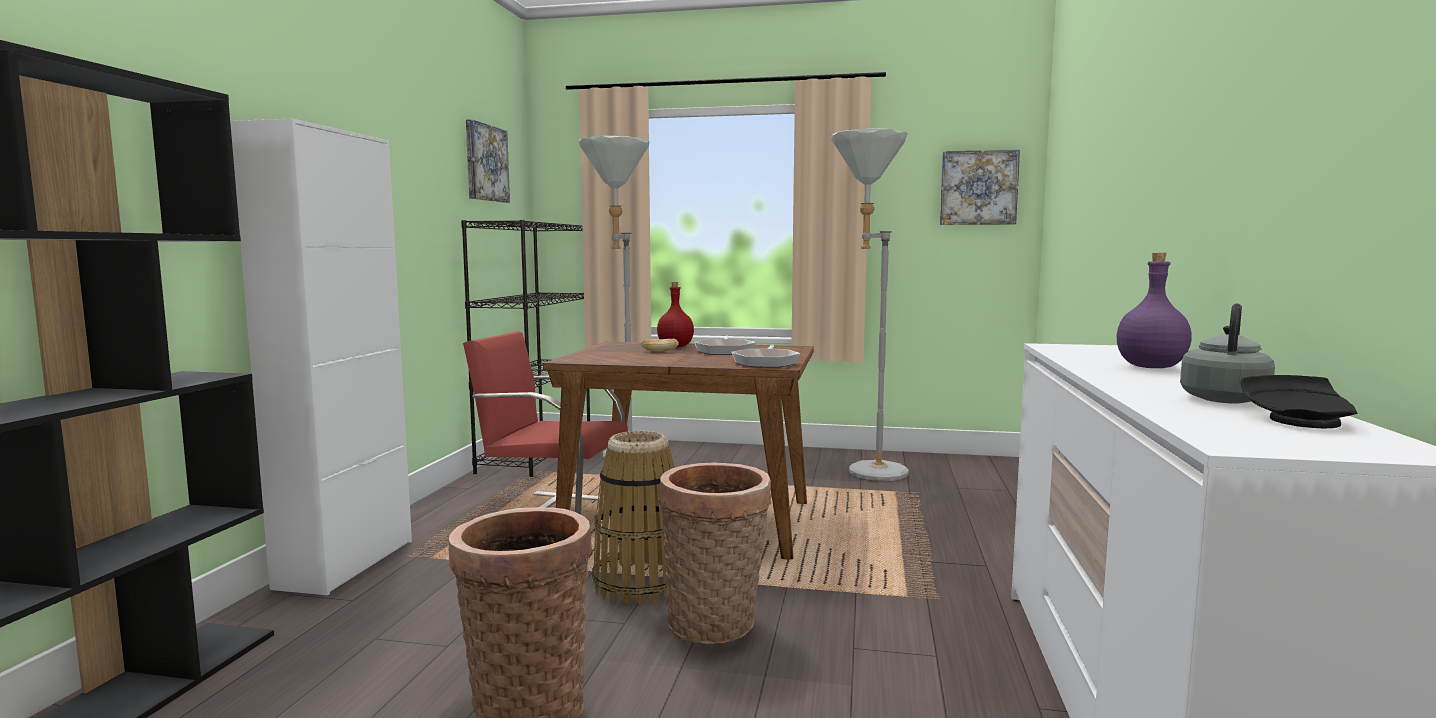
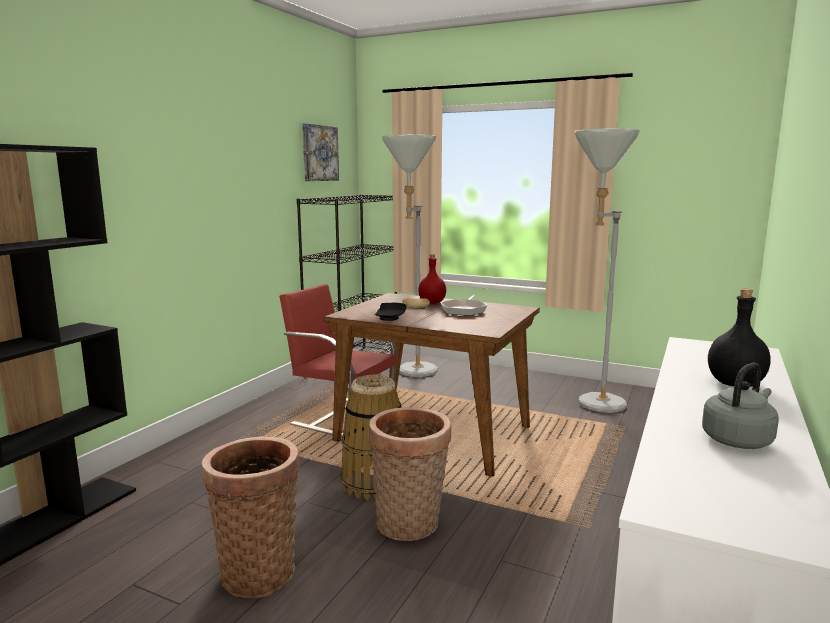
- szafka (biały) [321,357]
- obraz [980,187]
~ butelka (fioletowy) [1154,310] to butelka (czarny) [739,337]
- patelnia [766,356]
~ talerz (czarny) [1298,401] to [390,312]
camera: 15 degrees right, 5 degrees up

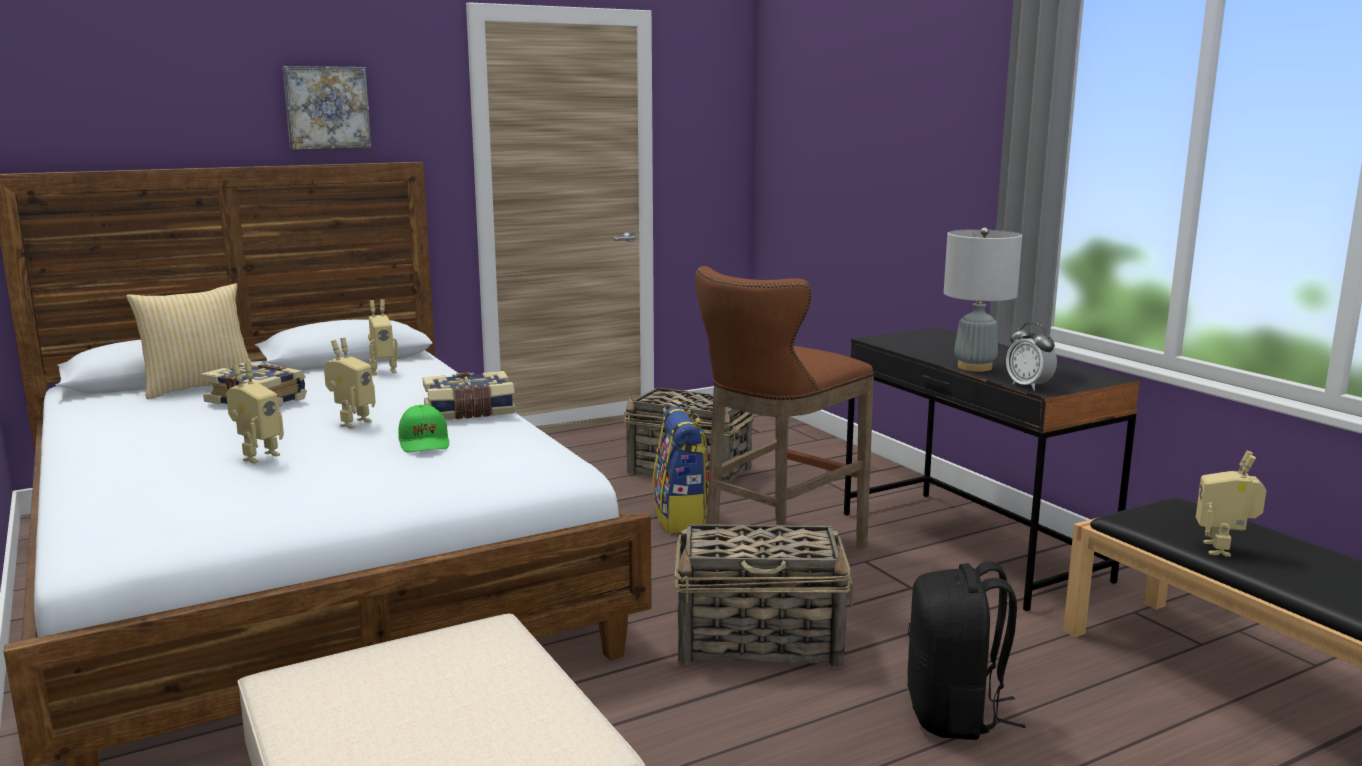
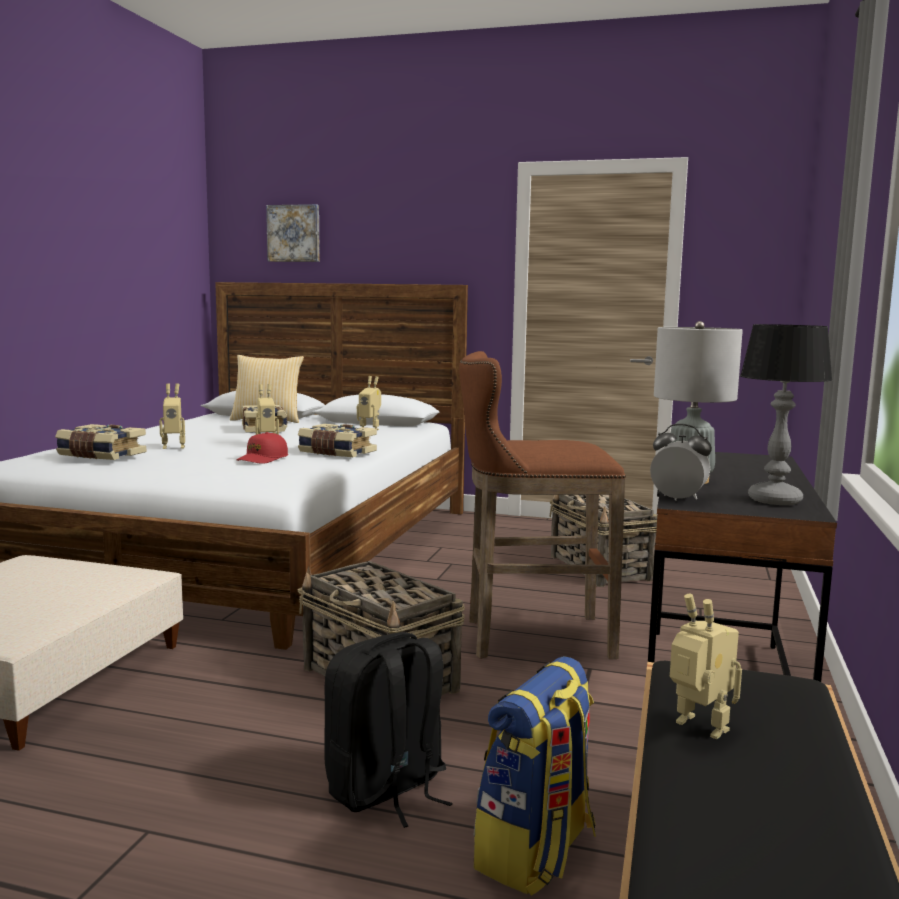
~ obraz [327,107] to [293,233]
~ budzik [1031,356] = [681,462] 105 degrees clockwise
~ czapka z daszkiem (zielony) [423,428] to czapka z daszkiem (czerwony) [262,448]
~ plecak [680,469] to [534,776]
~ robot zabawkowy [1231,504] = [706,666] 75 degrees clockwise
+ lampa stołowa [786,414]
+ książka [101,442]
camera: 45 degrees right, 5 degrees down

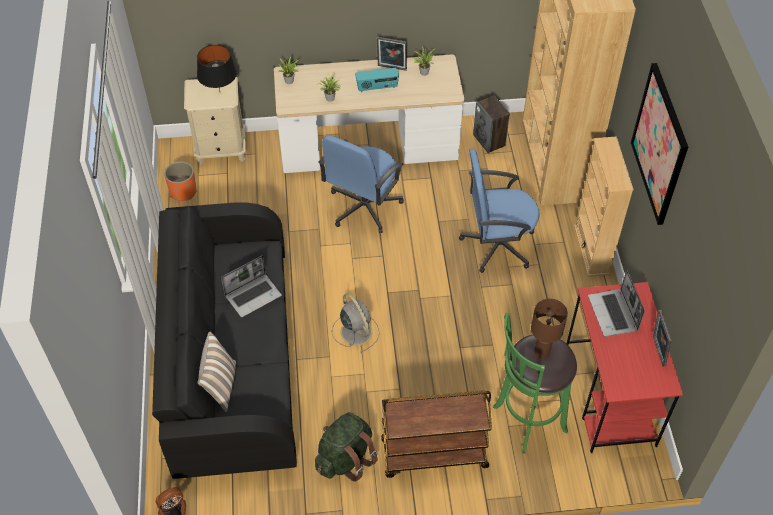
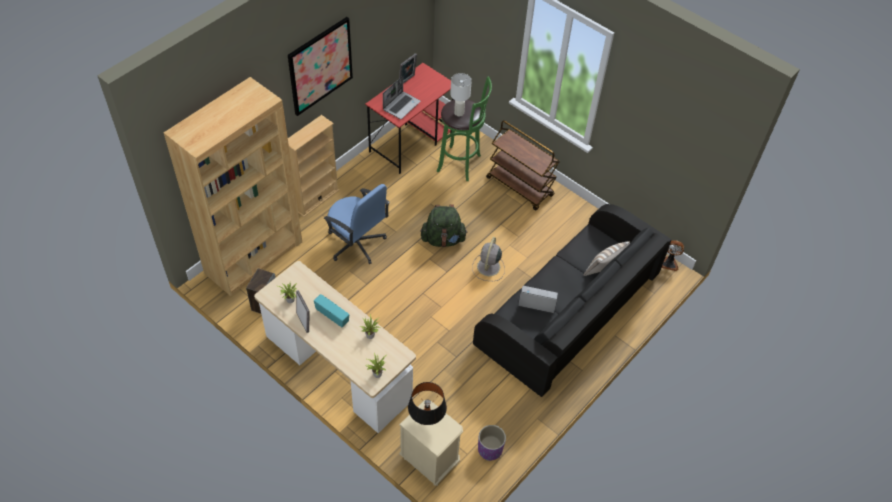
- krzesło biurowe (niebieski) [361,184]
~ donica (pomarańczowy) [180,181] to donica (fioletowy) [492,443]
~ lampa stołowa (brązowy) [549,328] to lampa stołowa (biały) [461,94]
~ plecak (zielony) [346,447] to [444,225]
camera: 135 degrees left, 0 degrees up

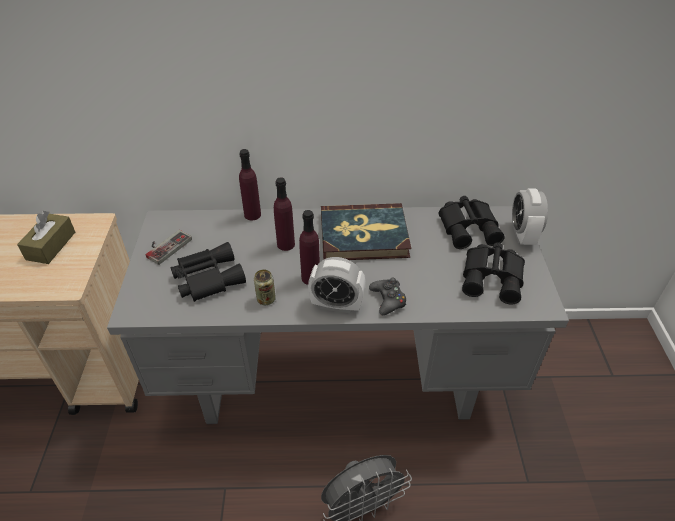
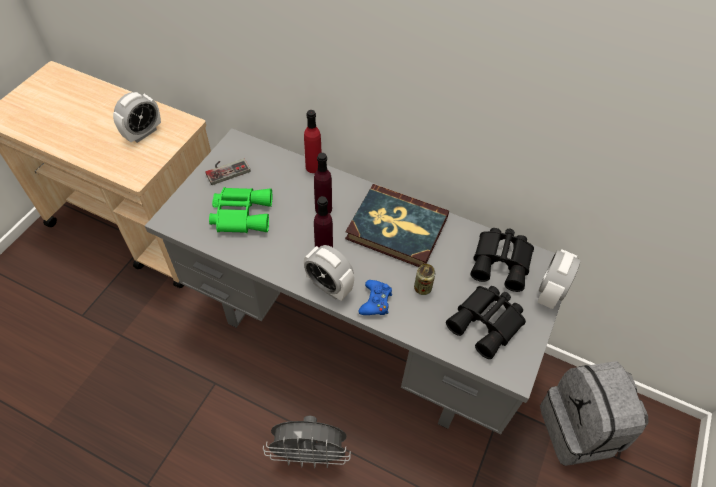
~ butelka (fioletowy) [250,184] to butelka (czerwony) [312,141]
~ pudełko chusteczek (brązowy) [46,237] to budzik [137,117]
~ lornetka (czarny) [208,272] to lornetka (zielony) [240,210]
~ puszka [265,287] to [424,279]
~ pad do gier (czarny) [387,296] to pad do gier (niebieski) [375,297]
+ plecak (szary) [594,413]
camera: 25 degrees right, 10 degrees up

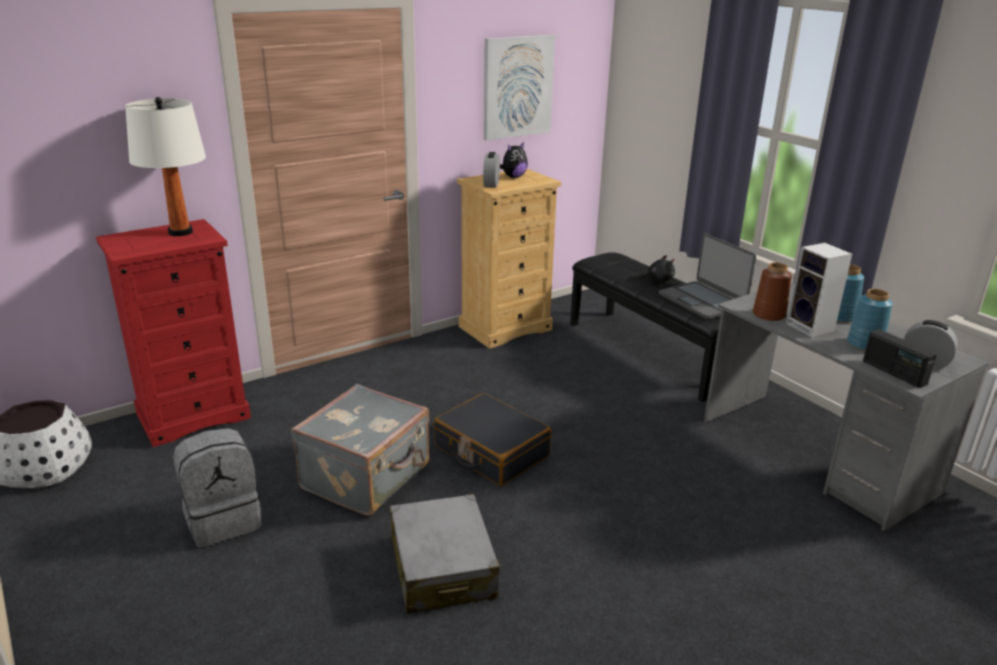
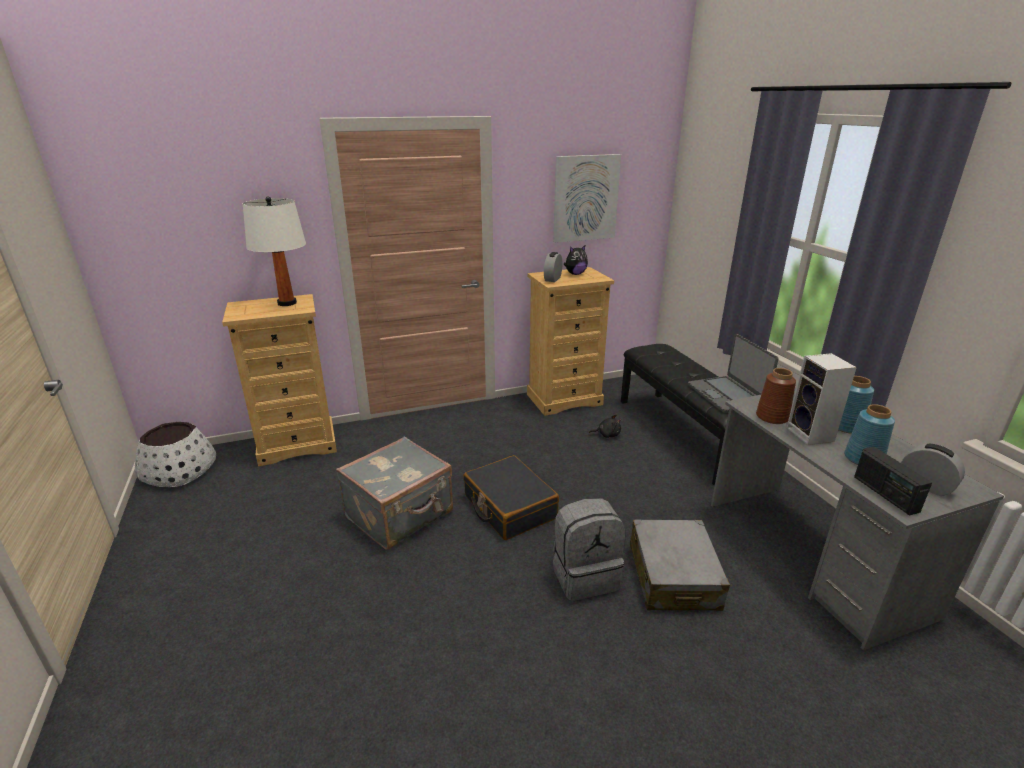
~ komoda (czerwony) [173,333] to komoda (beżowy) [279,380]
~ pluszak (czarny) [656,268] to [605,426]
~ plecak (szary) [217,488] to [589,549]
~ walizka (szary) [445,554] to [680,565]
camera: 15 degrees right, 0 degrees up

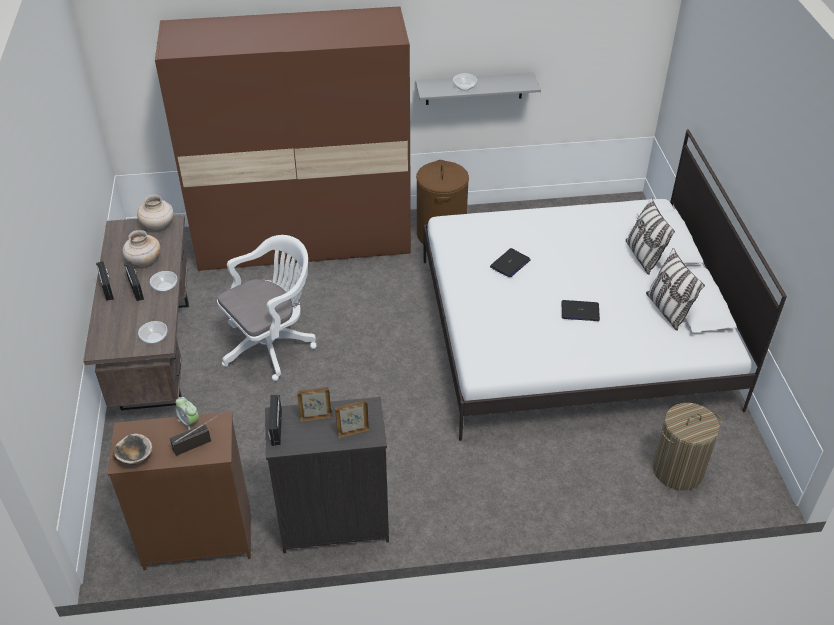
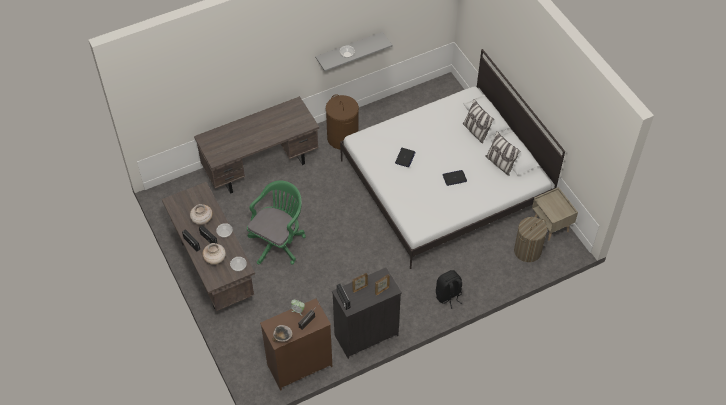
~ szafa (brązowy) [283,138] to biurko (brązowy) [256,145]
~ wazon (beżowy) [155,212] to [214,254]
~ krzesło biurowe (biały) [267,308] to krzesło biurowe (zielony) [276,222]
+ szafka nocna (beżowy) [555,214]
+ plecak (czarny) [449,289]
camera: 20 degrees left, 10 degrees up

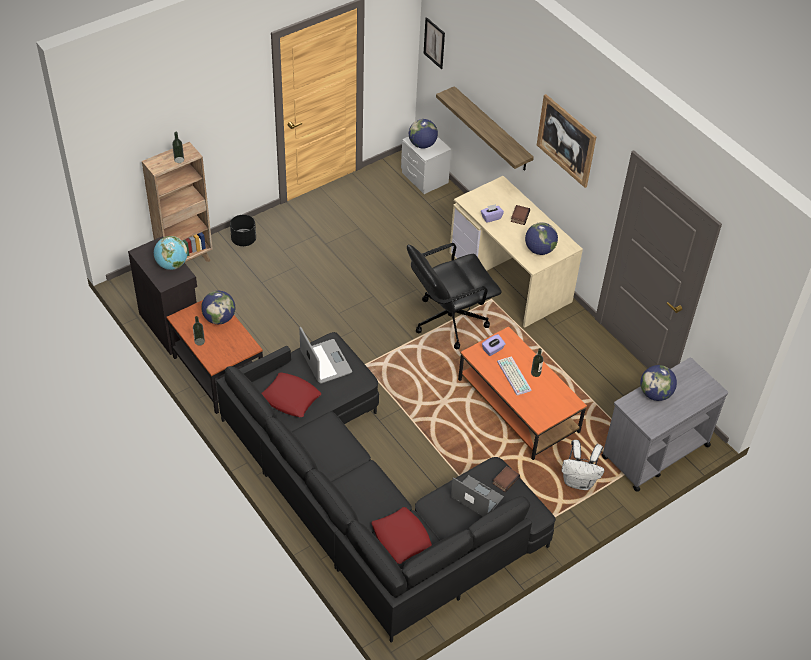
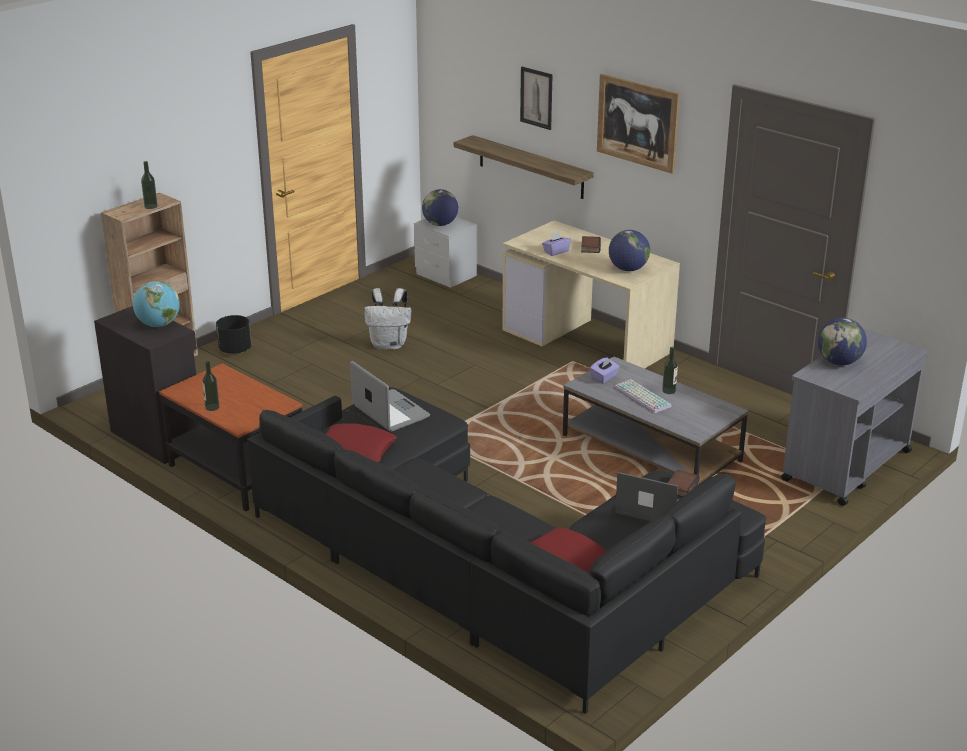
~ obraz [434,43] to [536,98]
- krzesło biurowe (czarny) [454,296]
- globus [218,307]
~ ława (pomarańczowy) [522,393] to ława (szary) [656,421]
~ plecak (biały) [582,465] to [387,319]
camera: 10 degrees left, 20 degrees down

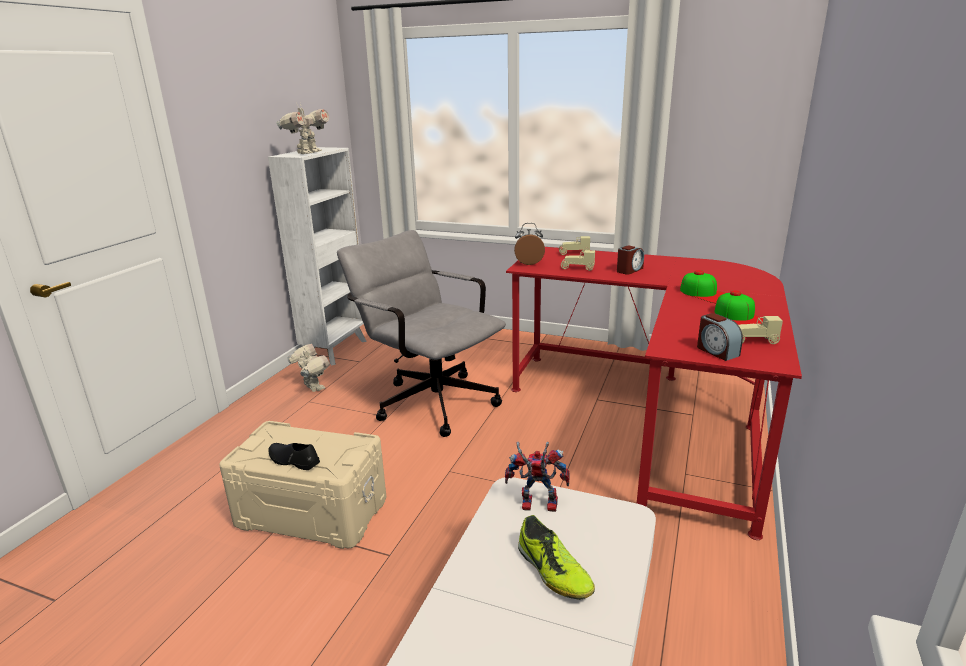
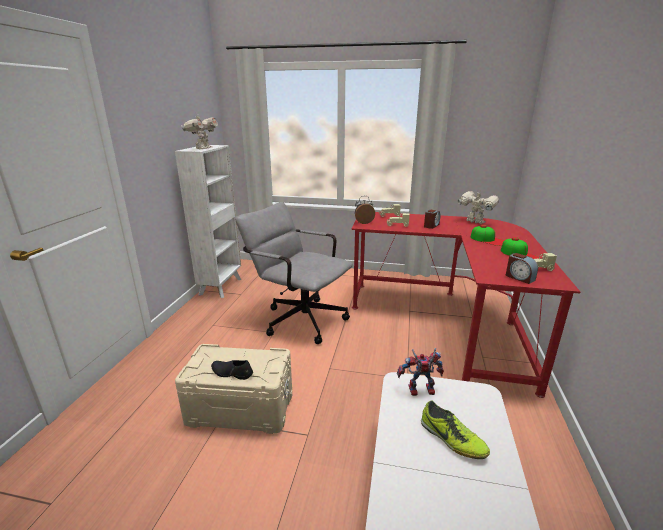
~ robot zabawkowy [308,368] to [478,207]
camera: 10 degrees left, 0 degrees up

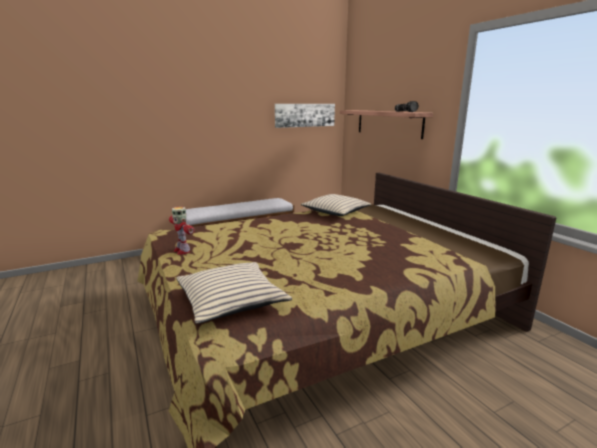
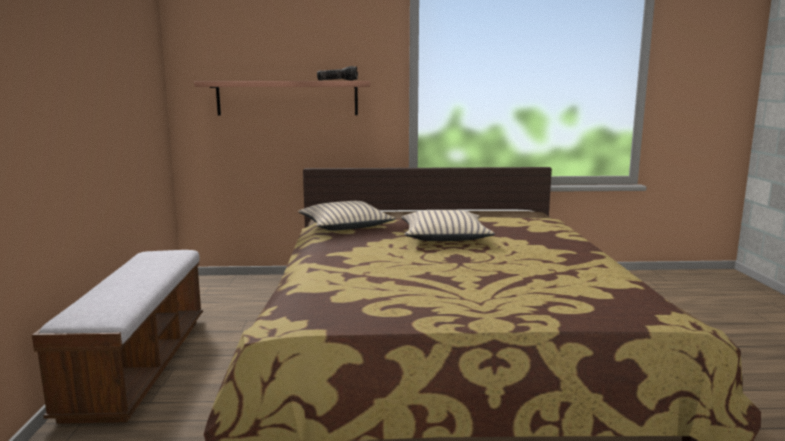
- obraz [305,116]
- robot zabawkowy [181,231]
~ poduszka (beżowy) [234,293] to [448,225]
camera: 65 degrees left, 5 degrees down

